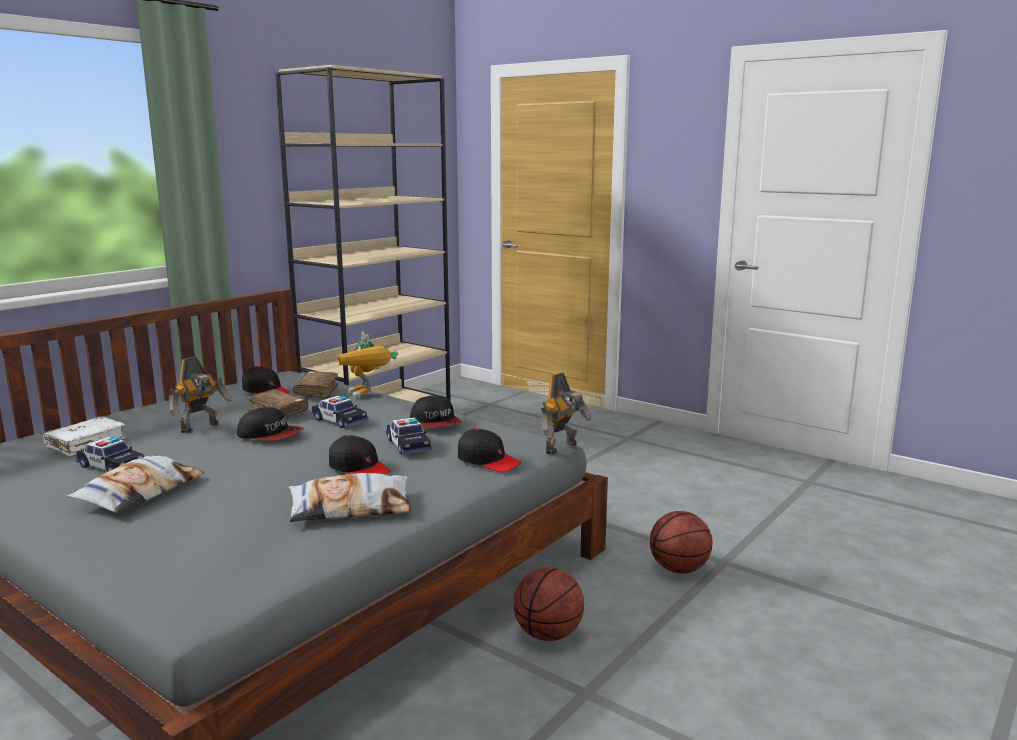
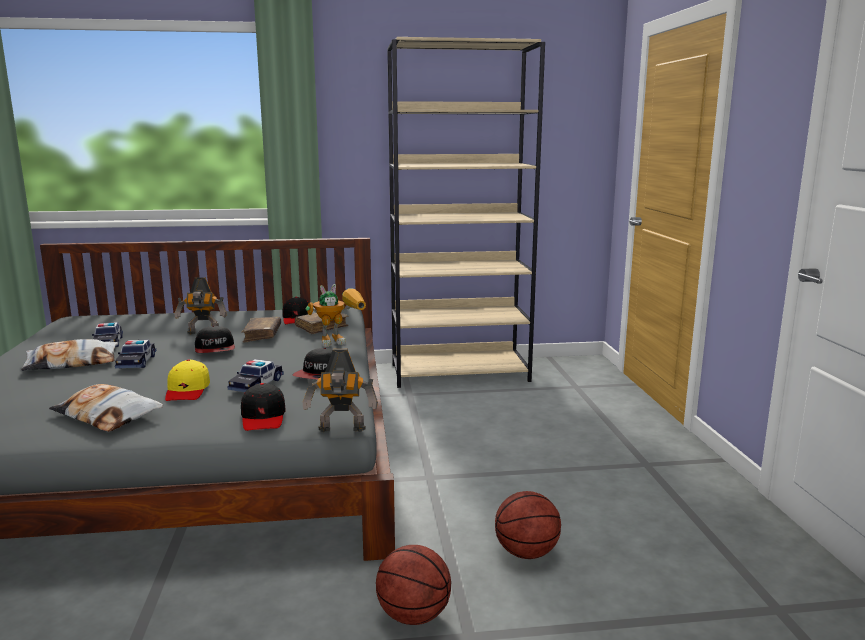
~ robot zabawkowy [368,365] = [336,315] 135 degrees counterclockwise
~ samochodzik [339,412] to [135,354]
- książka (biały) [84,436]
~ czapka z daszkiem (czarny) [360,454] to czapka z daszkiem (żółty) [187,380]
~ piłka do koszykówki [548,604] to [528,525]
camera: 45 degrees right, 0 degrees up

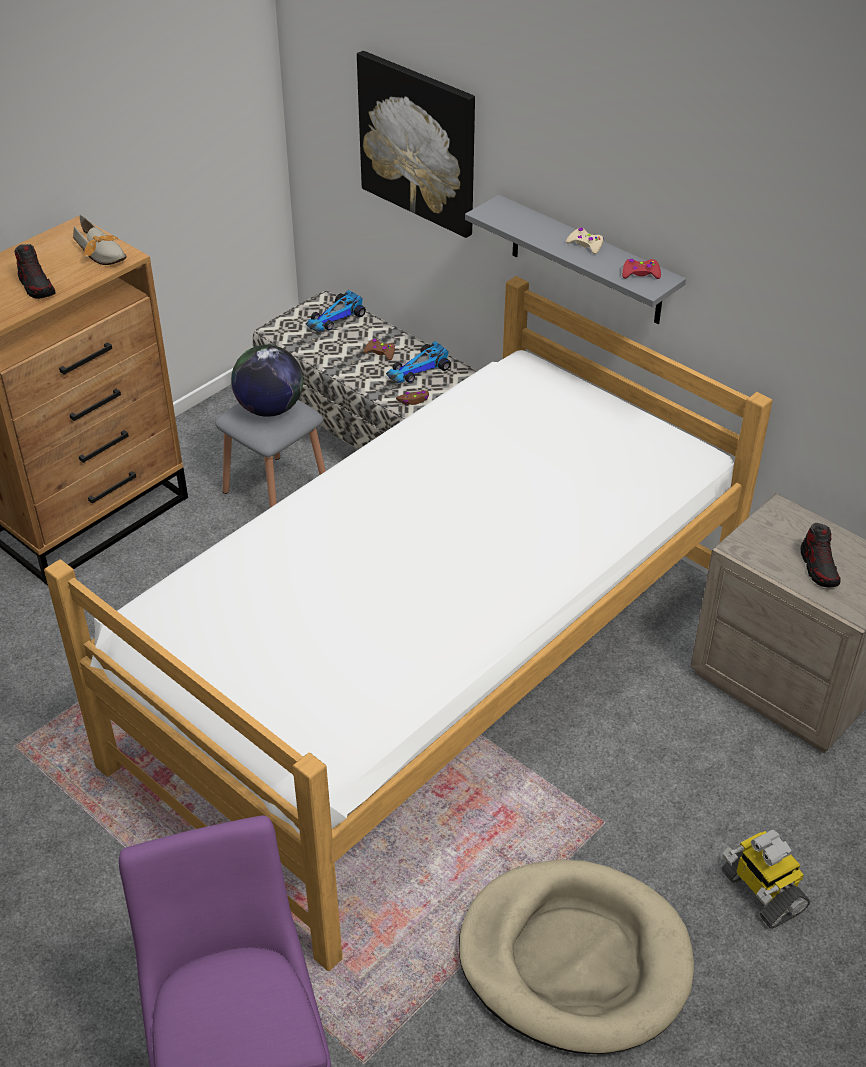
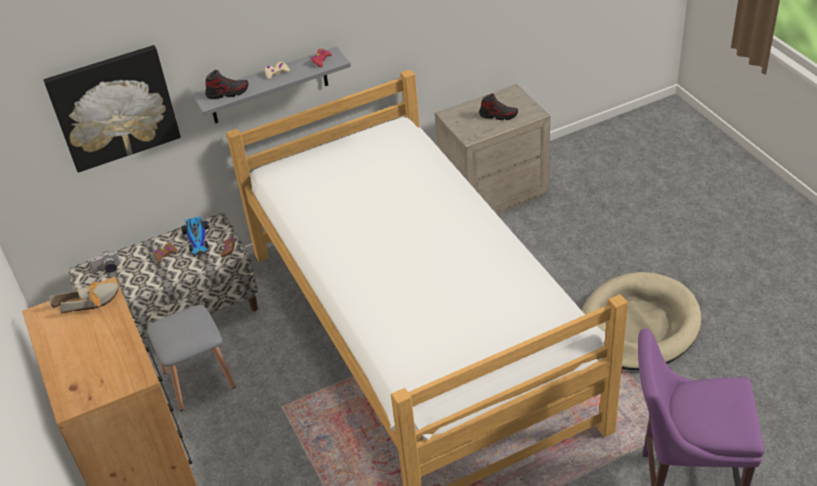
~ but [35,271] to [227,84]
~ samochodzik [336,311] to aparat fotograficzny [104,262]
- globus [267,381]
- robot zabawkowy [765,879]
camera: 65 degrees left, 0 degrees up

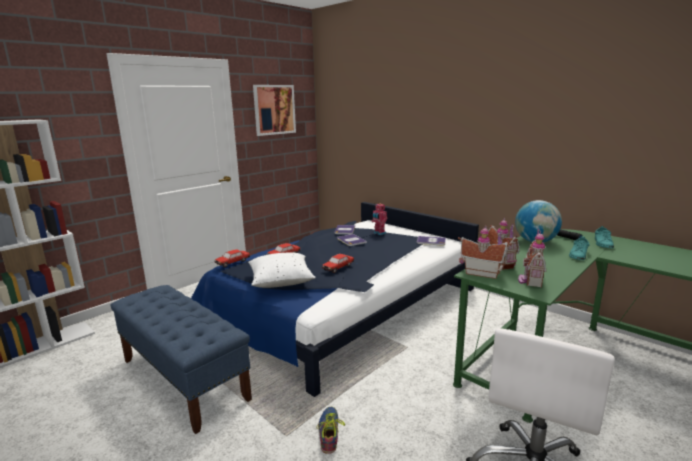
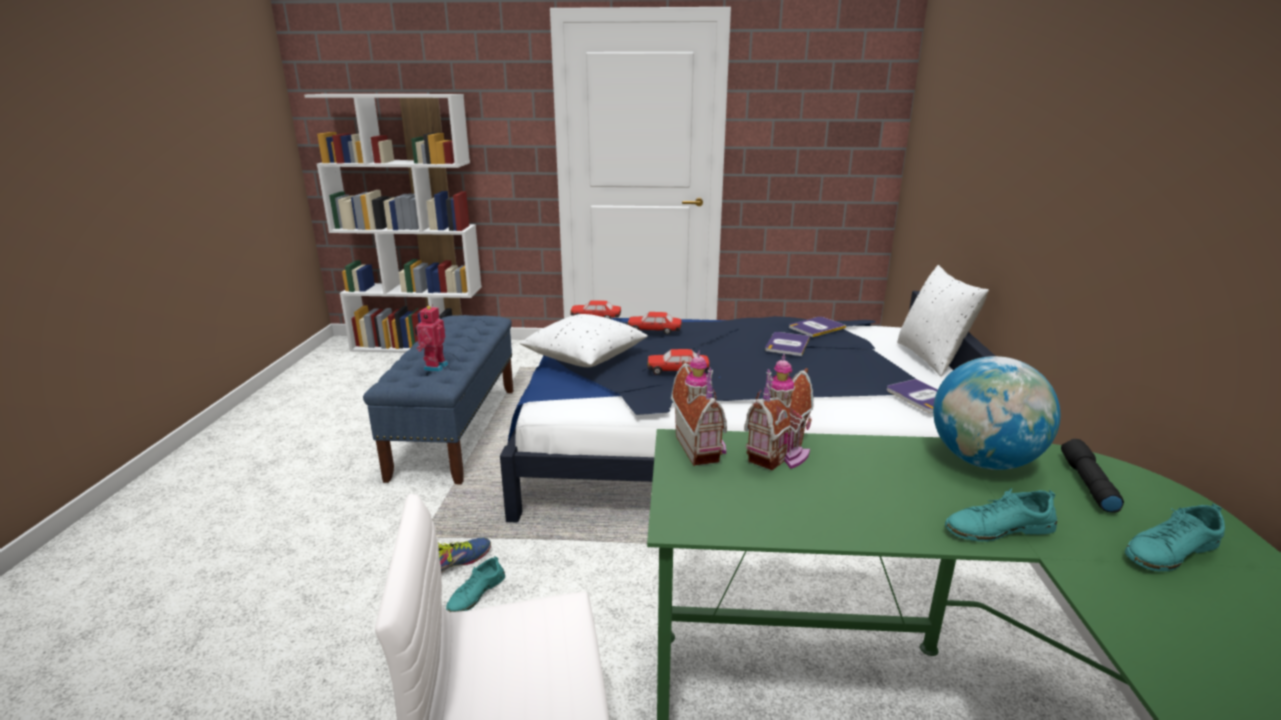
- obraz [274,110]
~ robot zabawkowy [379,219] to [431,338]
- domek [532,258]
+ poduszka (biały) [943,320]
+ but (turkusowy) [475,584]
camera: 50 degrees right, 5 degrees up

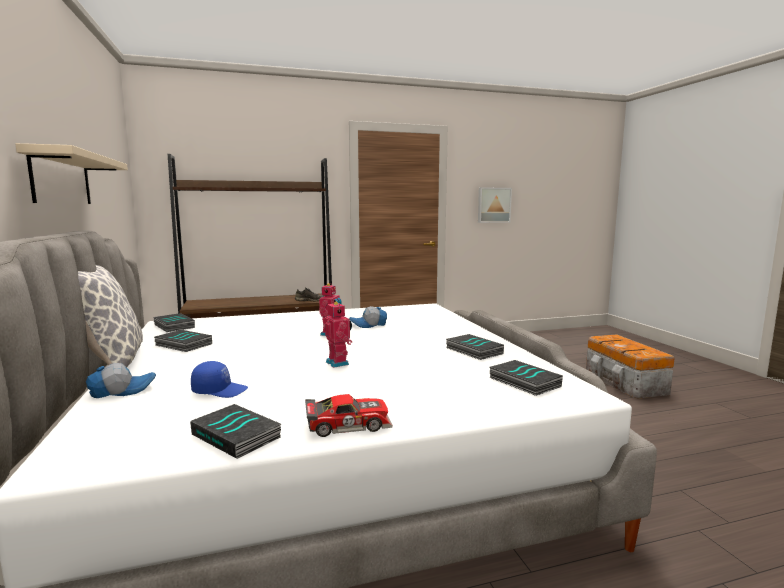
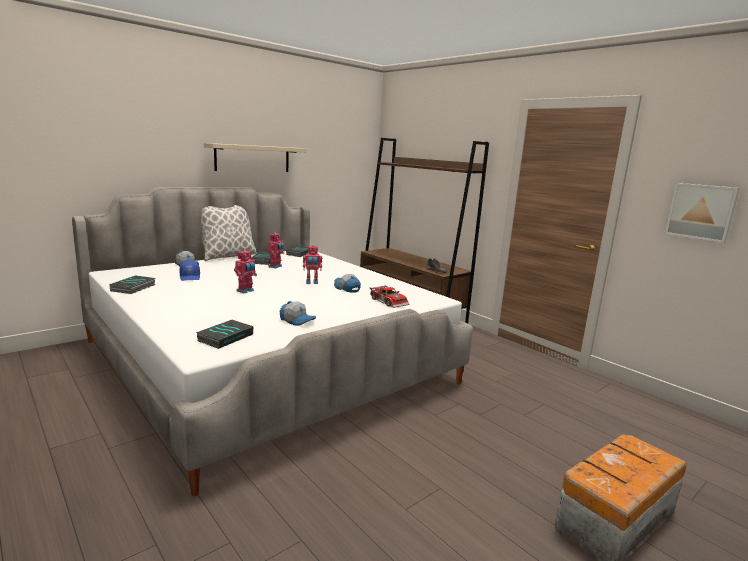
~ książka [475,347] to czapka z daszkiem [298,313]
~ samochodzik [349,415] to [389,296]
+ robot zabawkowy [276,250]
camera: 65 degrees right, 5 degrees up

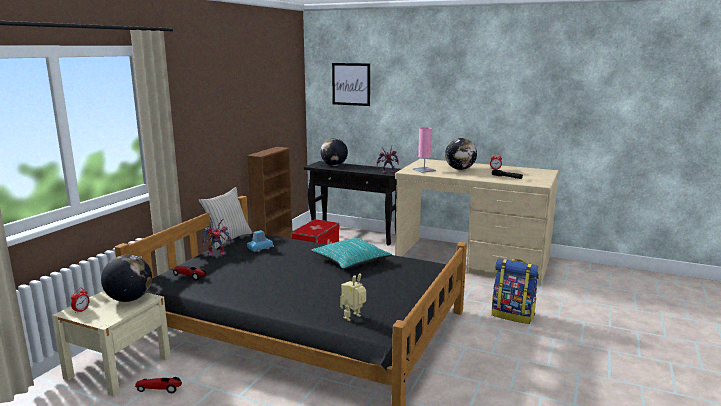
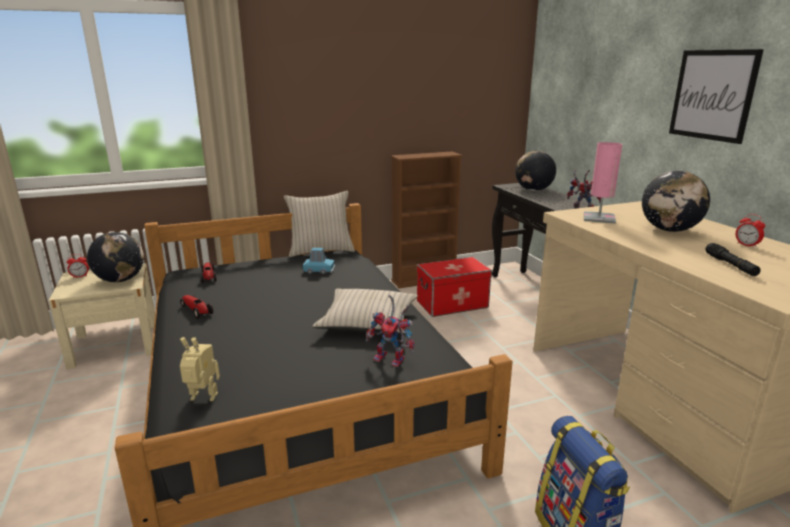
~ obraz [351,84] to [716,96]
~ robot zabawkowy [217,236] to [390,331]
~ poduszka (turkusowy) [351,253] to poduszka (beżowy) [365,311]
~ samochodzik [158,385] to [196,307]
camera: 45 degrees right, 5 degrees up

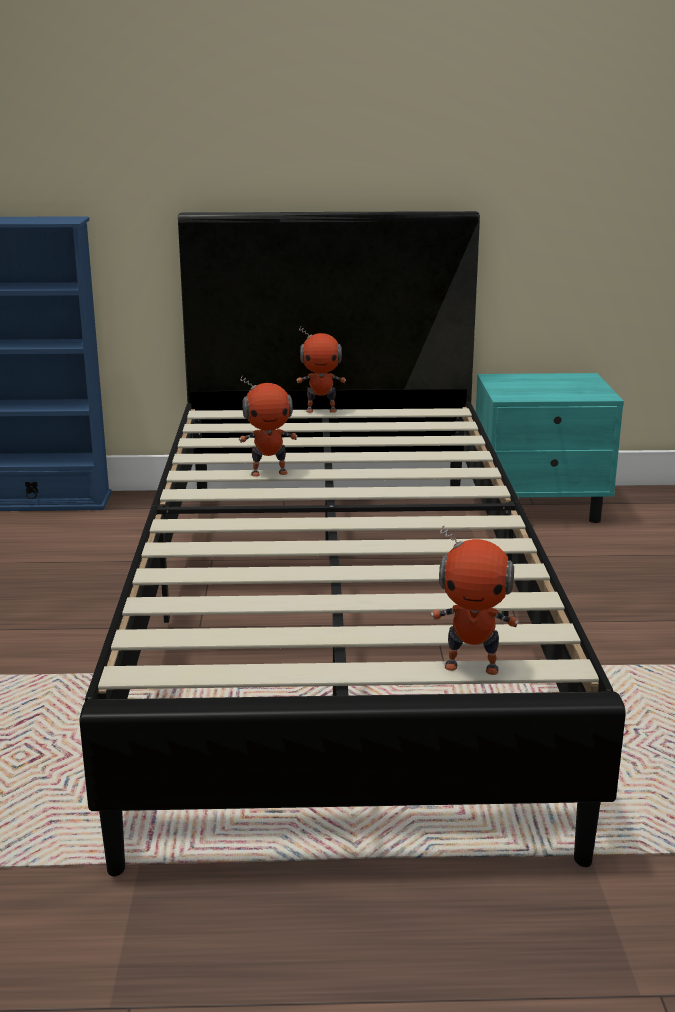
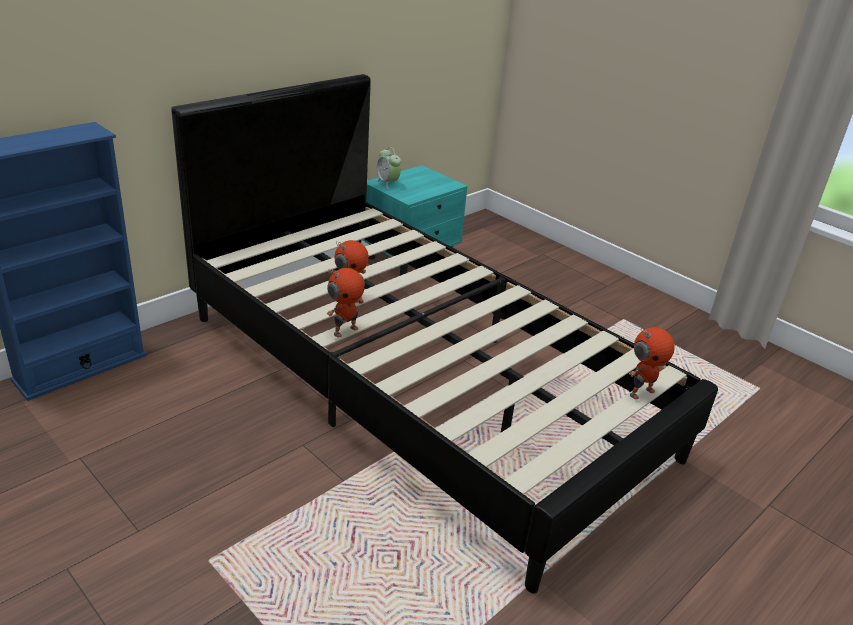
~ robot zabawkowy [321,369] to [346,302]
+ budzik [388,168]
camera: 45 degrees left, 10 degrees up

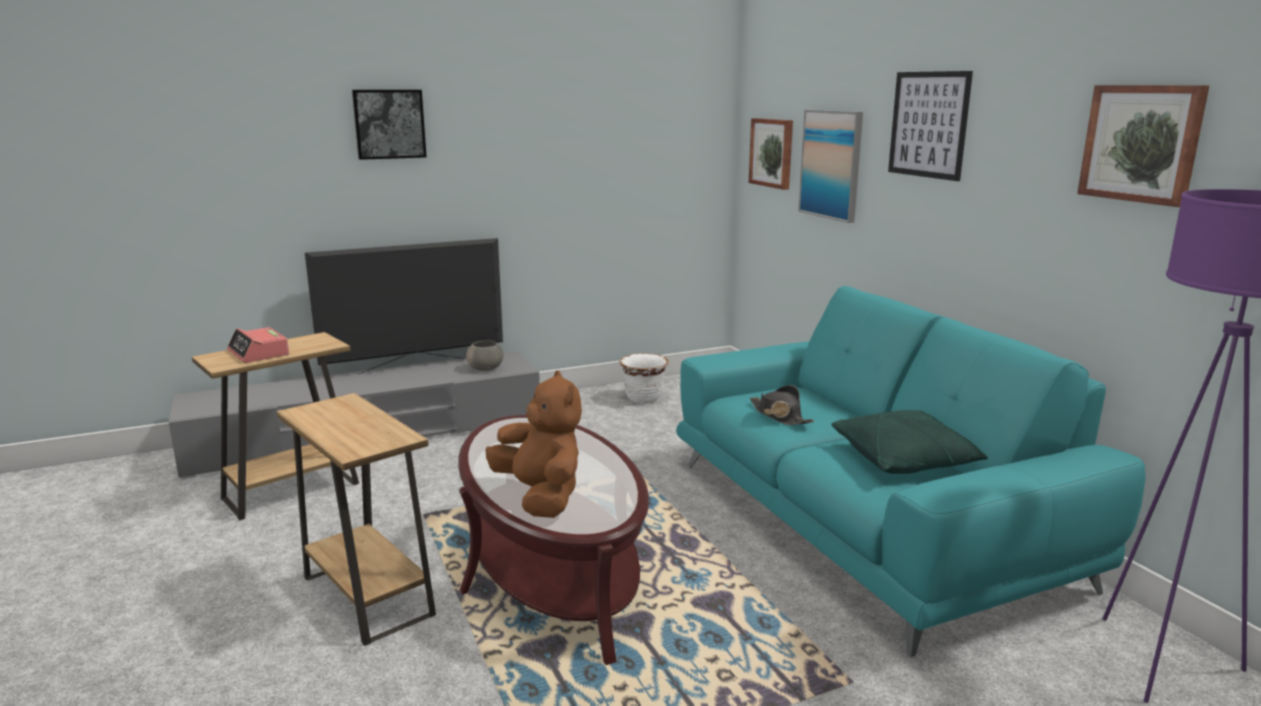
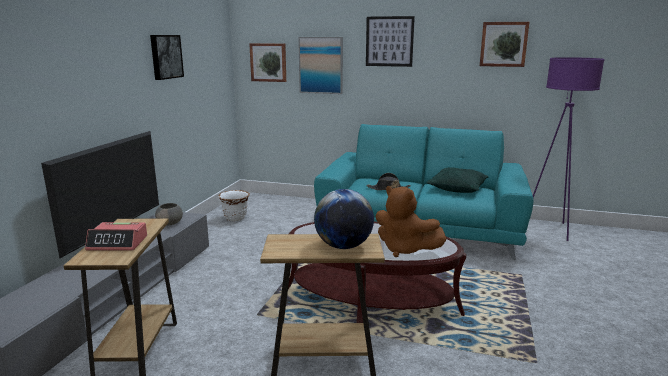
~ obraz [389,125] to [167,57]
~ pluszak (brązowy) [533,444] = [411,221] 150 degrees counterclockwise
+ globus [344,219]
camera: 50 degrees left, 0 degrees up

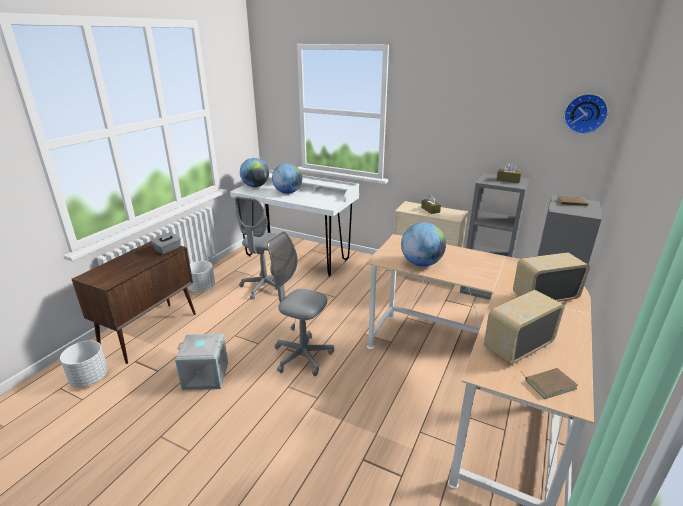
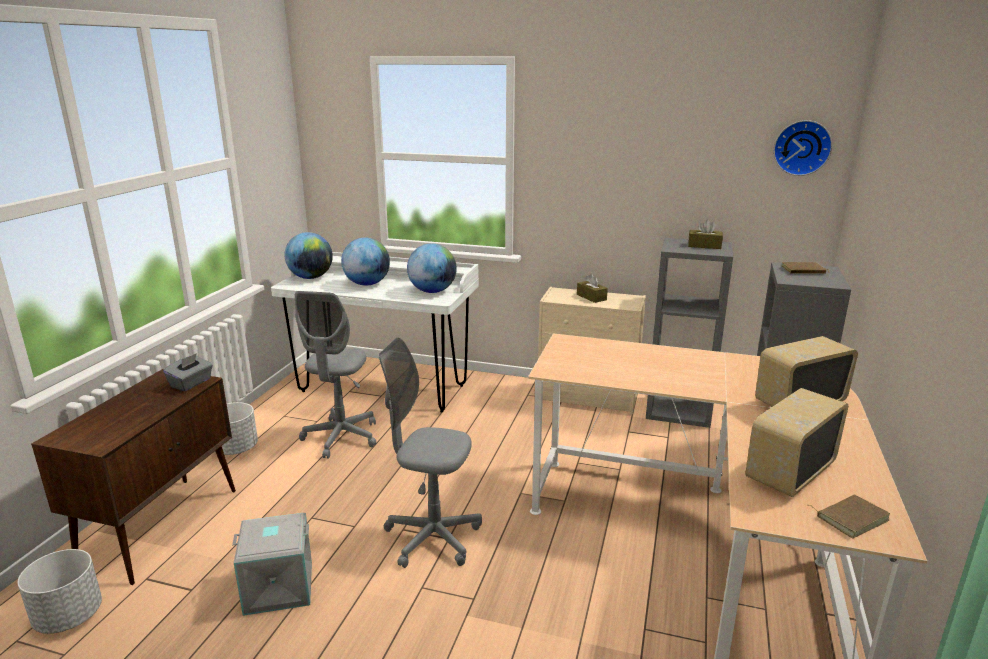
~ globus [423,244] to [432,268]
camera: 10 degrees left, 5 degrees down

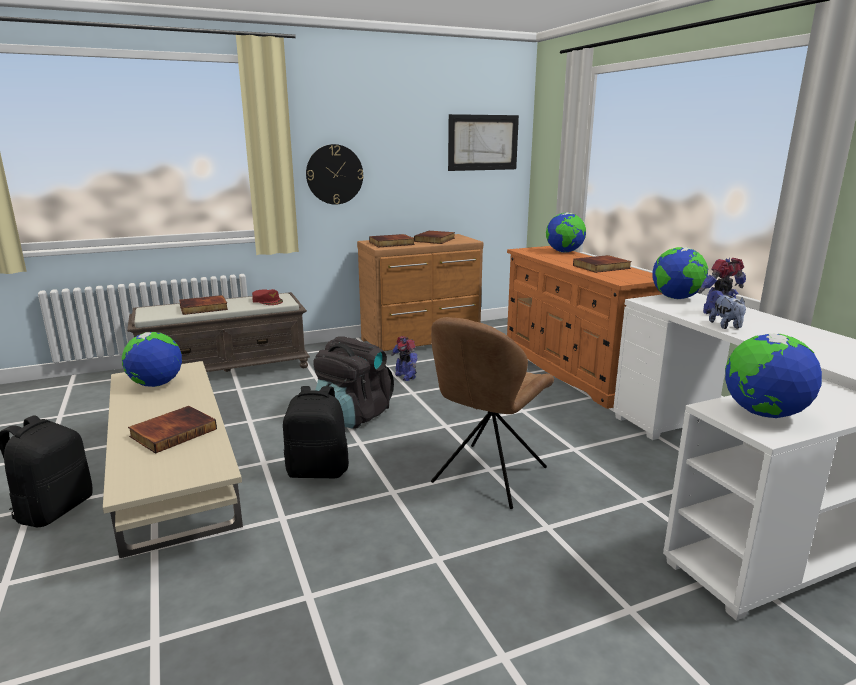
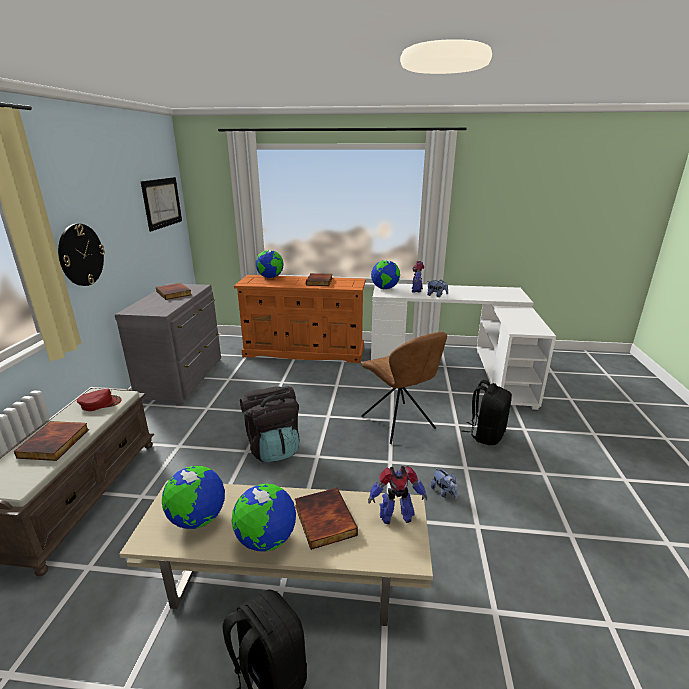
~ komoda (brązowy) [420,292] to komoda (szary) [168,344]
- książka [392,240]
~ globus [773,376] to [264,518]
~ robot zabawkowy [404,358] to [397,495]
~ plecak (czarny) [316,432] to [486,412]
+ pluszak [444,483]
camera: 60 degrees left, 5 degrees up

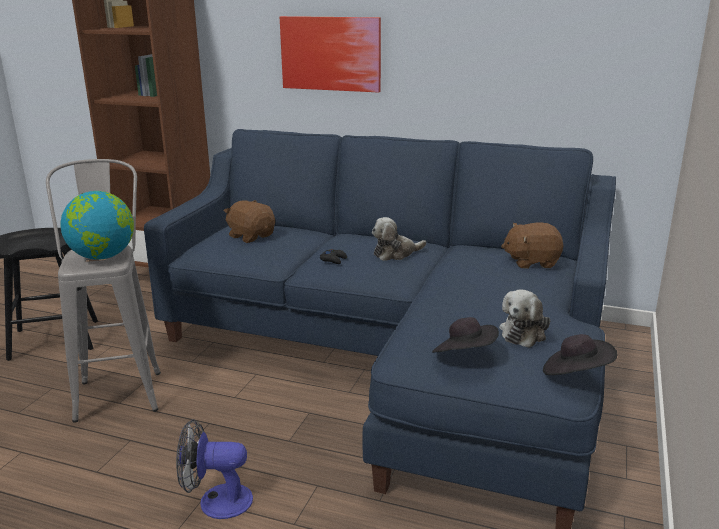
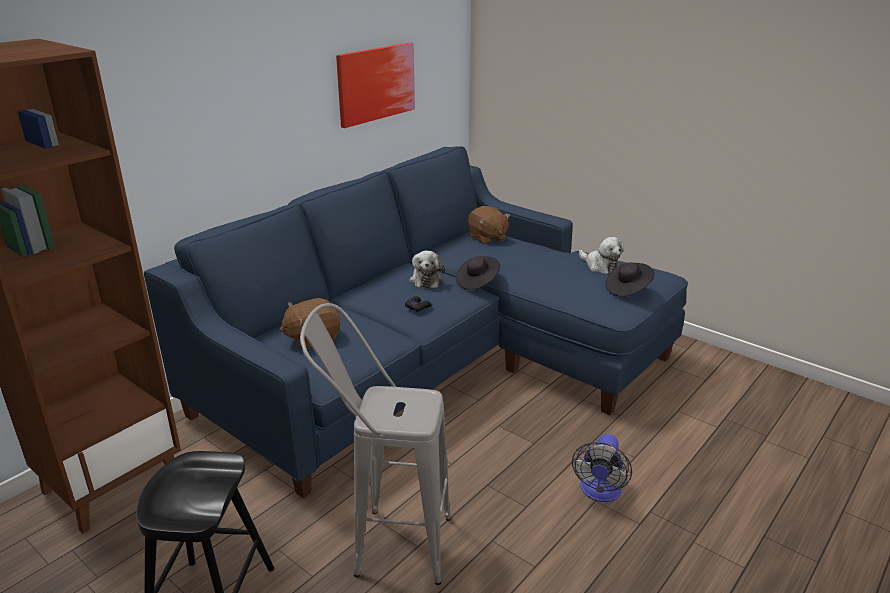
~ obraz [330,54] to [375,85]
- globus [97,225]
~ pluszak (brązowy) [532,246] = [489,225] 45 degrees counterclockwise
~ kapelusz (czarny) [580,354] to [478,273]
camera: 70 degrees left, 5 degrees up

